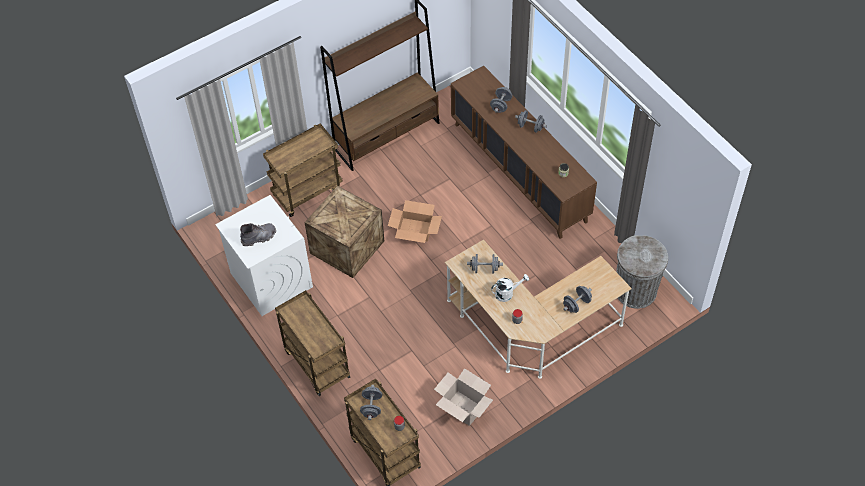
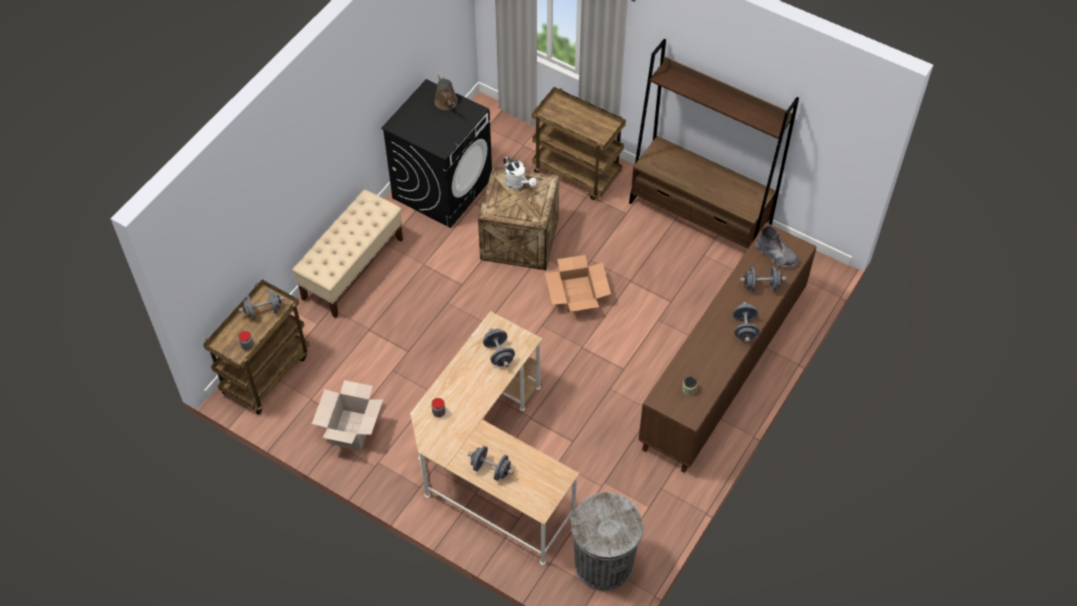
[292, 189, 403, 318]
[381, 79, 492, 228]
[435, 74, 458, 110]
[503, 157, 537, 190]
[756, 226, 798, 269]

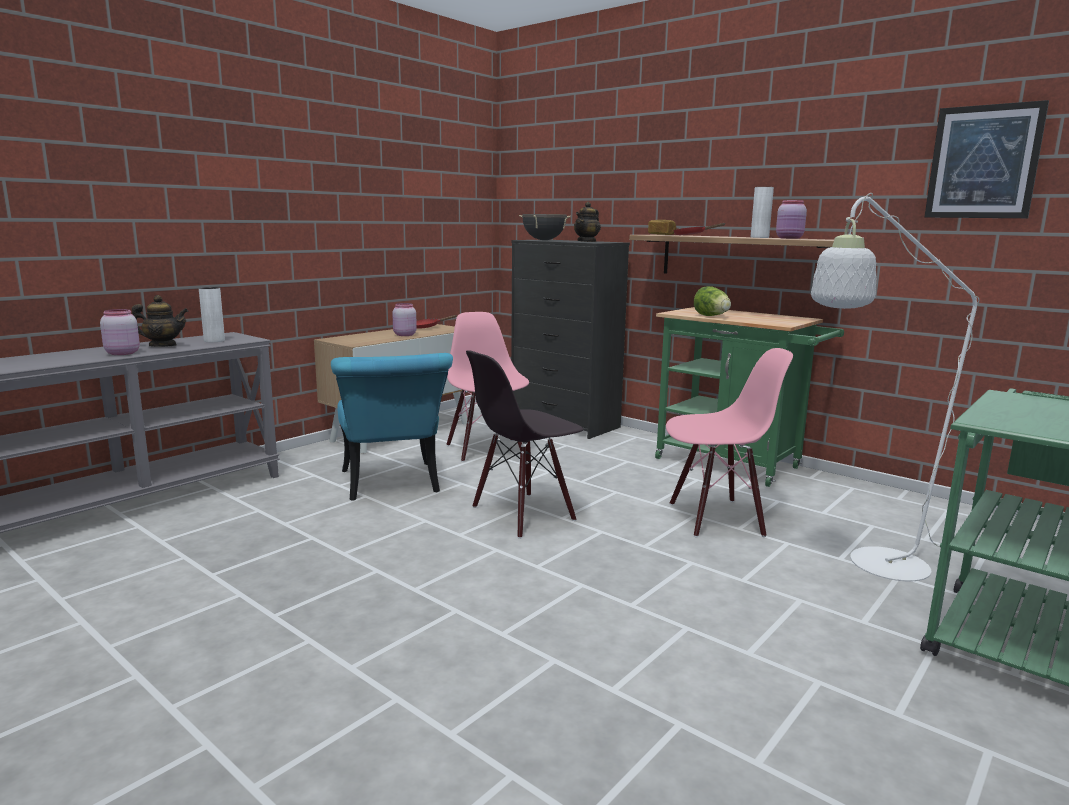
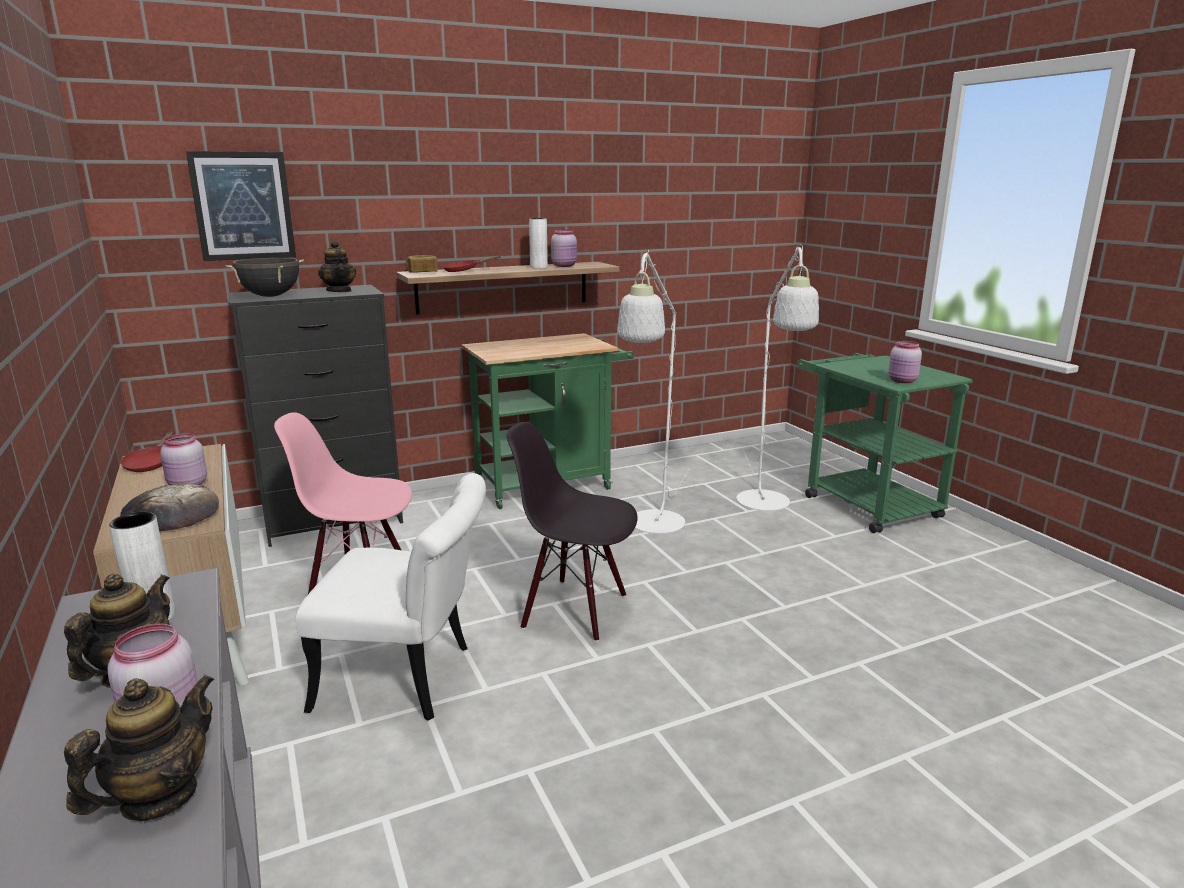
[64, 674, 215, 821]
[120, 484, 219, 531]
[186, 151, 296, 261]
[296, 473, 486, 721]
[507, 422, 638, 642]
[617, 250, 690, 534]
[888, 341, 922, 383]
[694, 286, 731, 316] (first image)

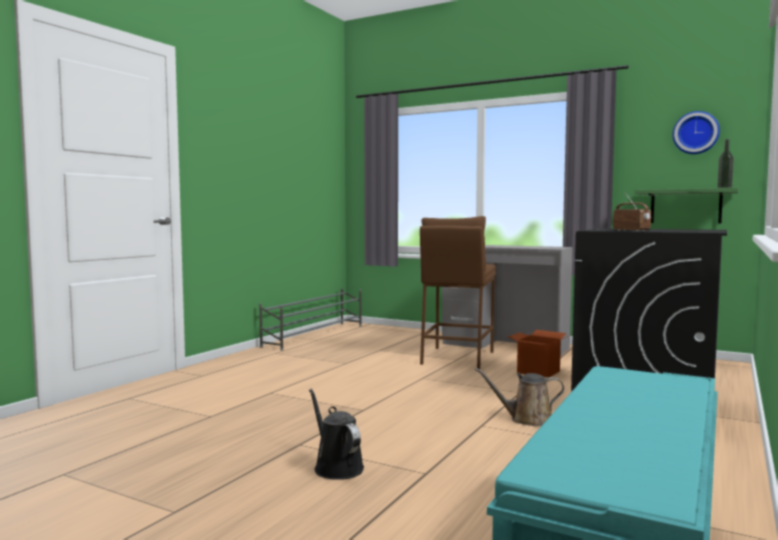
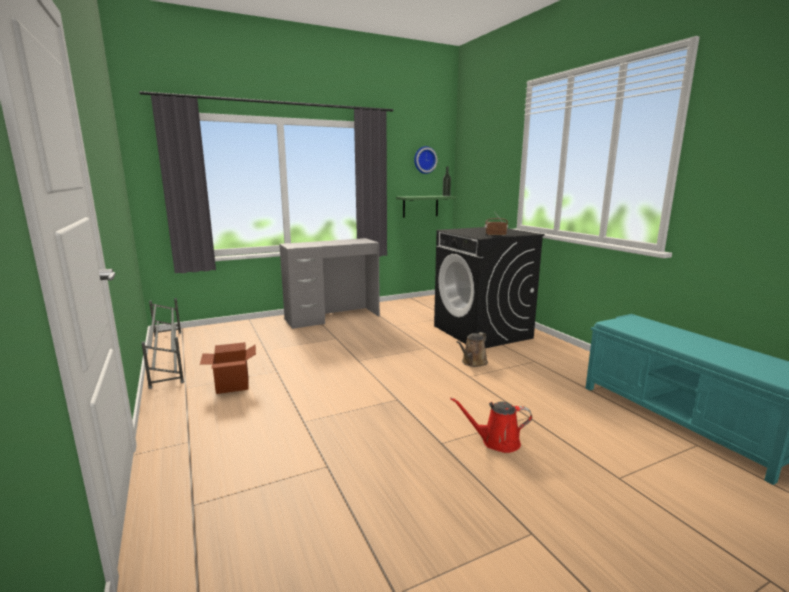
[200, 342, 256, 394]
[450, 398, 532, 453]
[420, 216, 496, 369] (first image)

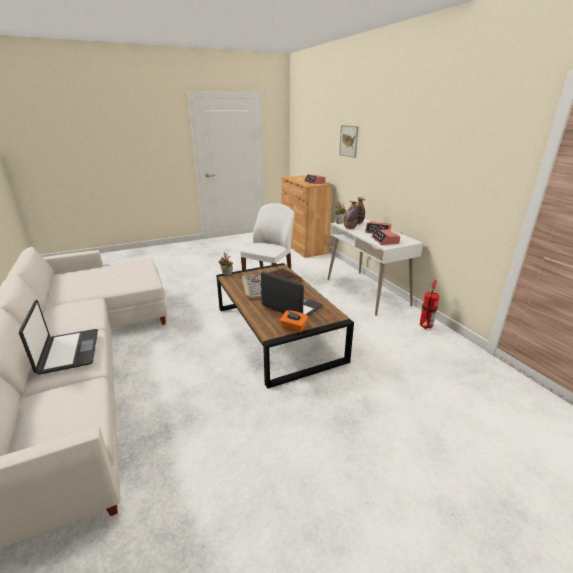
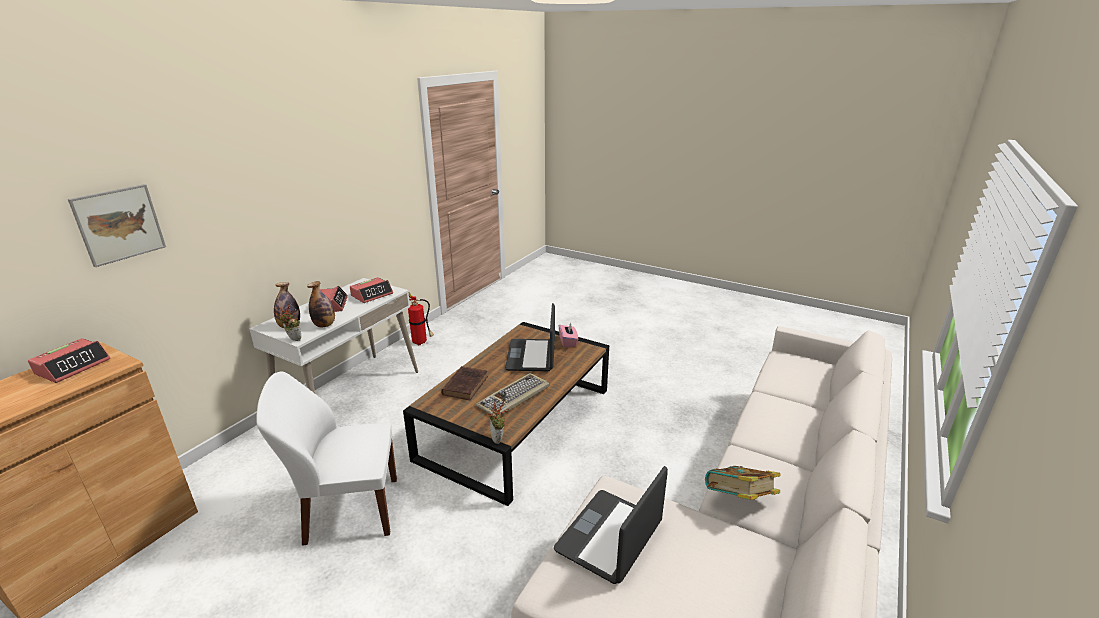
[554, 466, 668, 584]
[559, 322, 578, 347]
[705, 466, 780, 500]

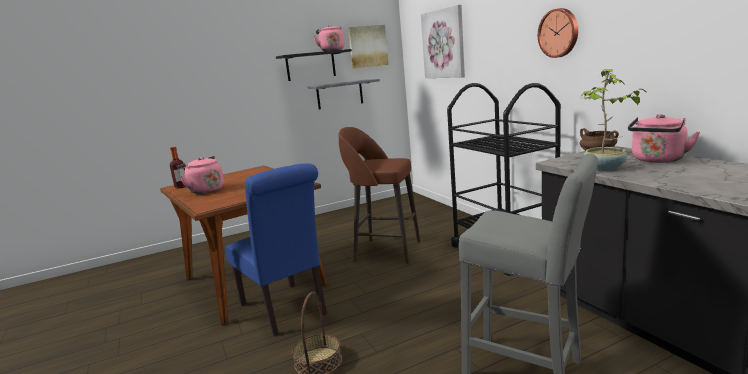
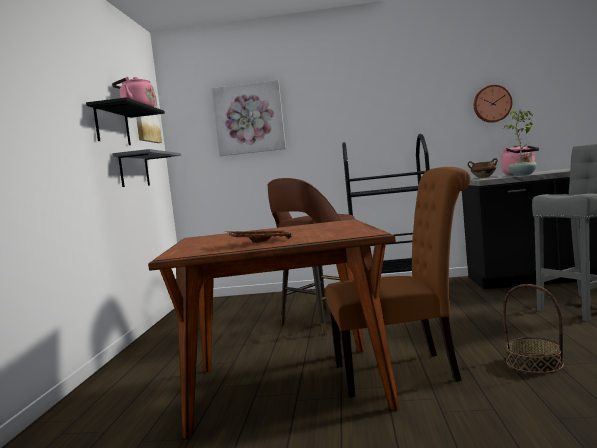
[225, 230, 296, 243]
[325, 167, 471, 397]
[474, 85, 512, 123]
[170, 147, 186, 189] (first image)

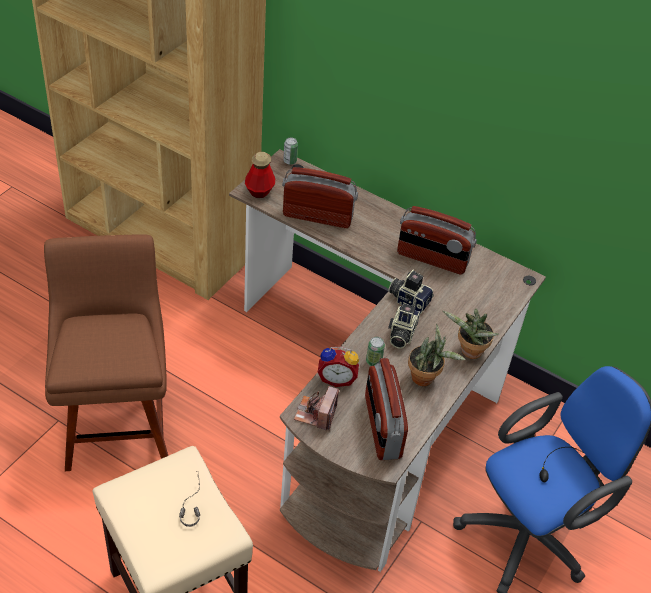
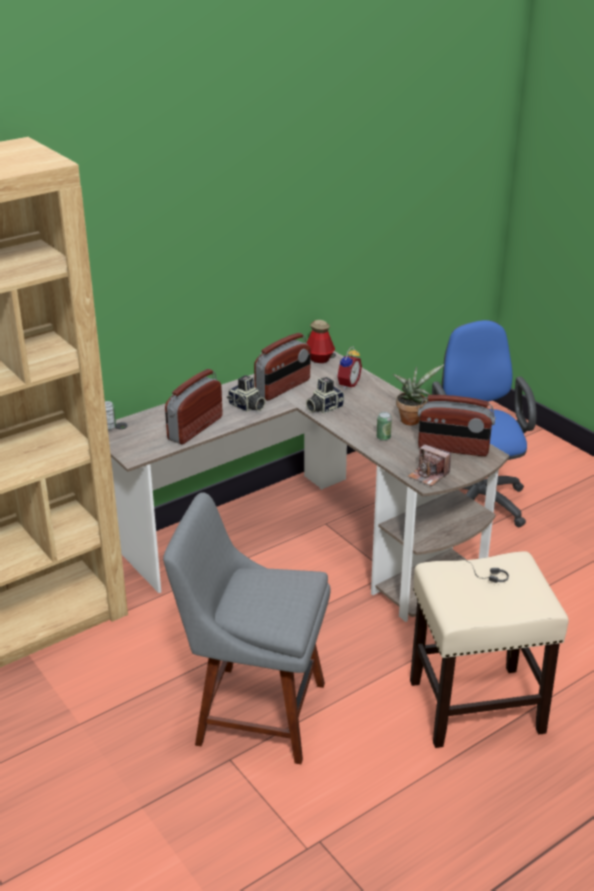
[163, 492, 331, 764]
[227, 375, 266, 412]
[307, 320, 335, 363]
[337, 346, 362, 390]
[443, 308, 499, 359] (first image)

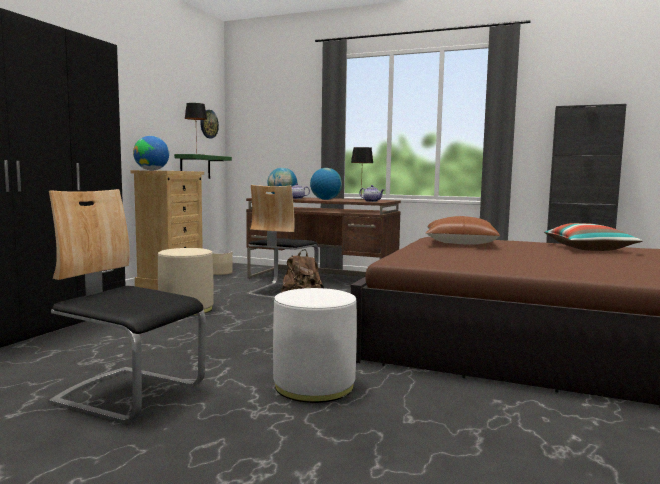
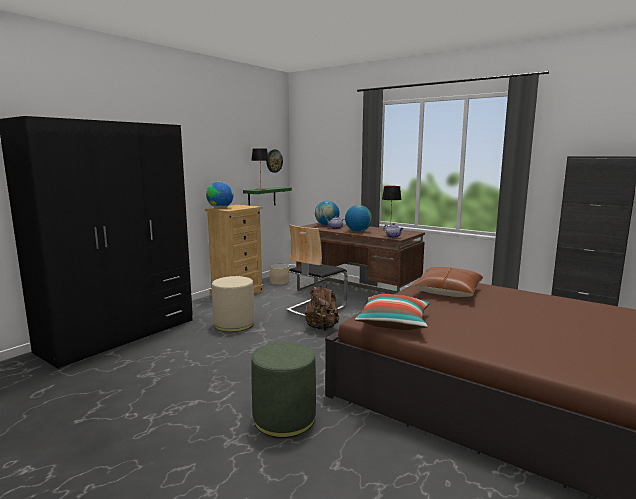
[251, 342, 316, 438]
[355, 294, 430, 330]
[49, 189, 206, 423] (first image)

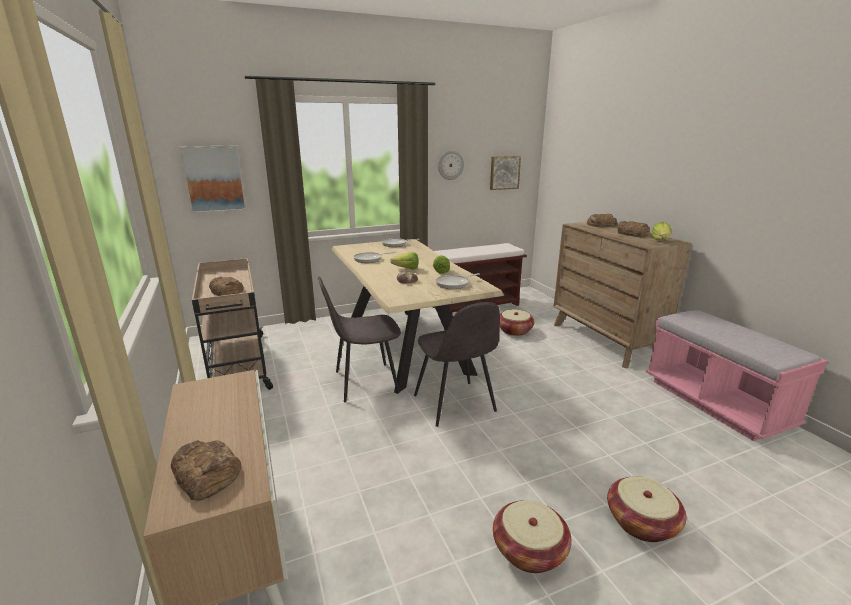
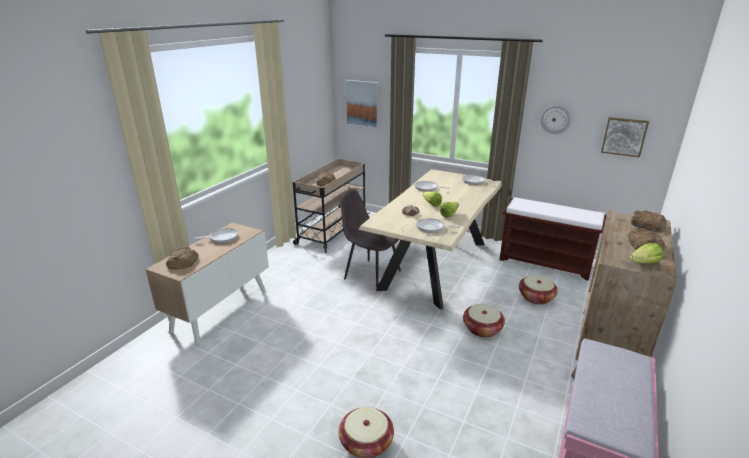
[193, 228, 238, 243]
[463, 304, 505, 338]
[414, 302, 500, 427] (first image)

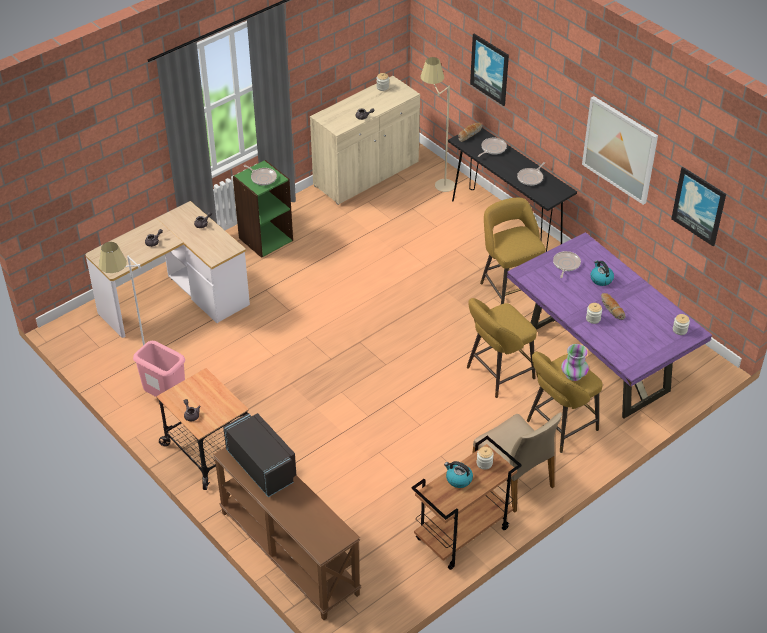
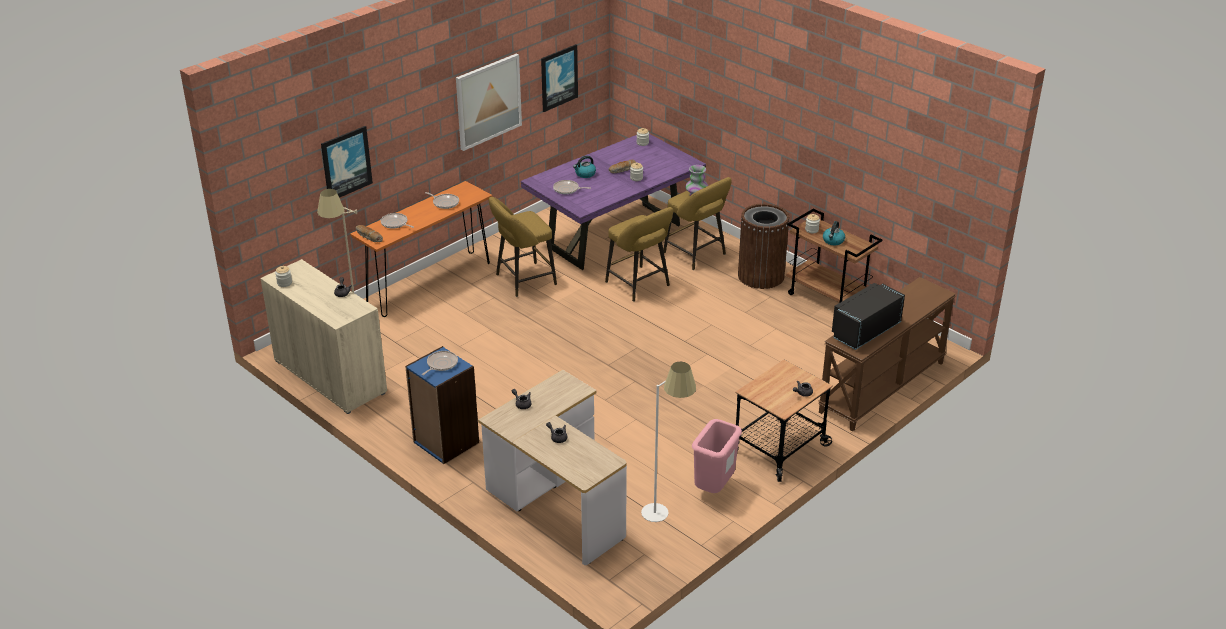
[350, 181, 492, 317]
[405, 346, 479, 464]
[738, 203, 790, 289]

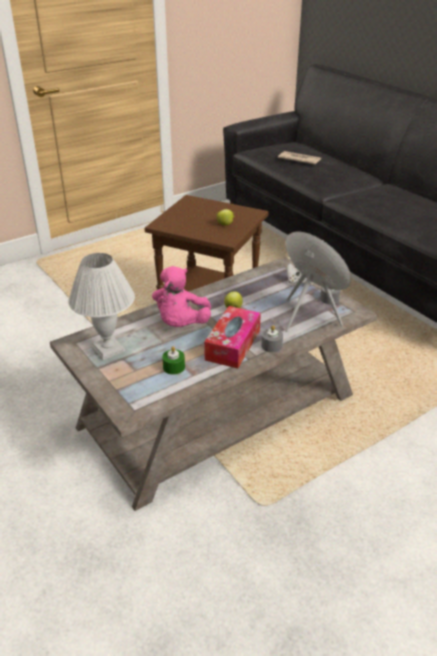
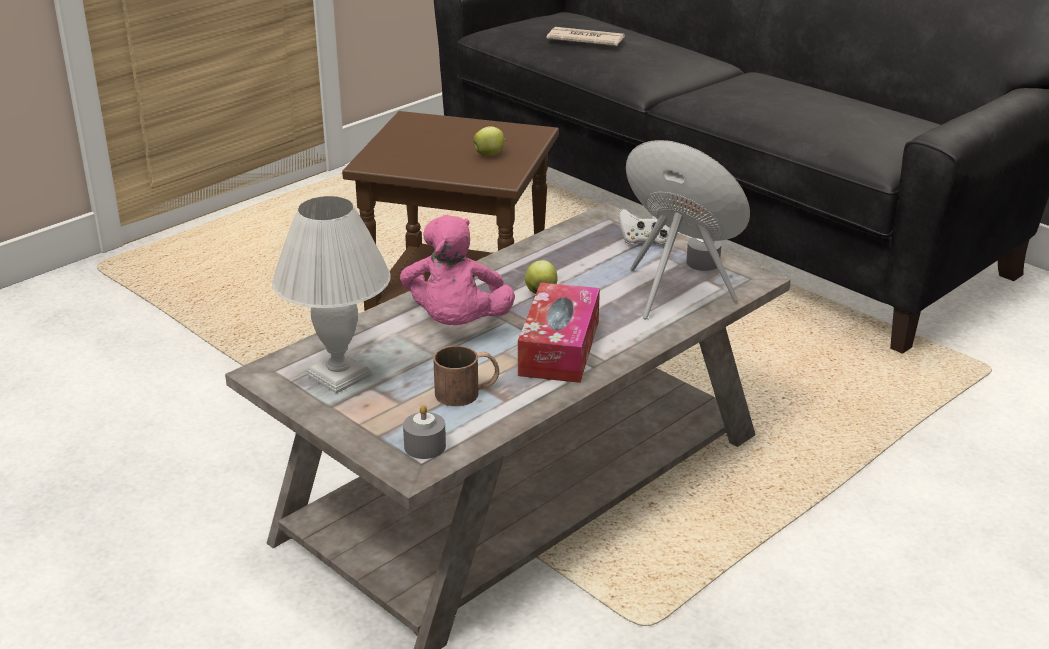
[403, 405, 446, 459]
[433, 346, 499, 406]

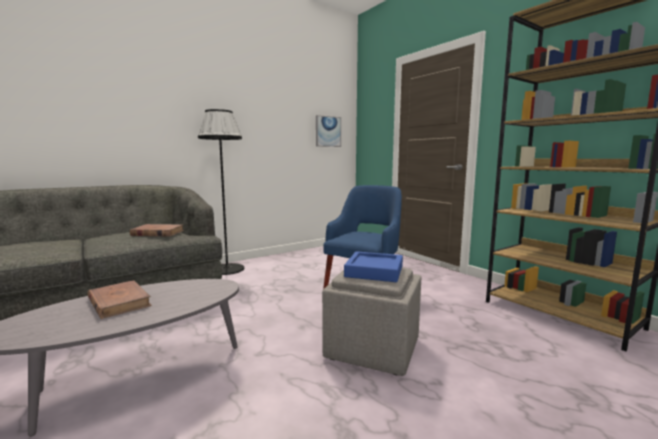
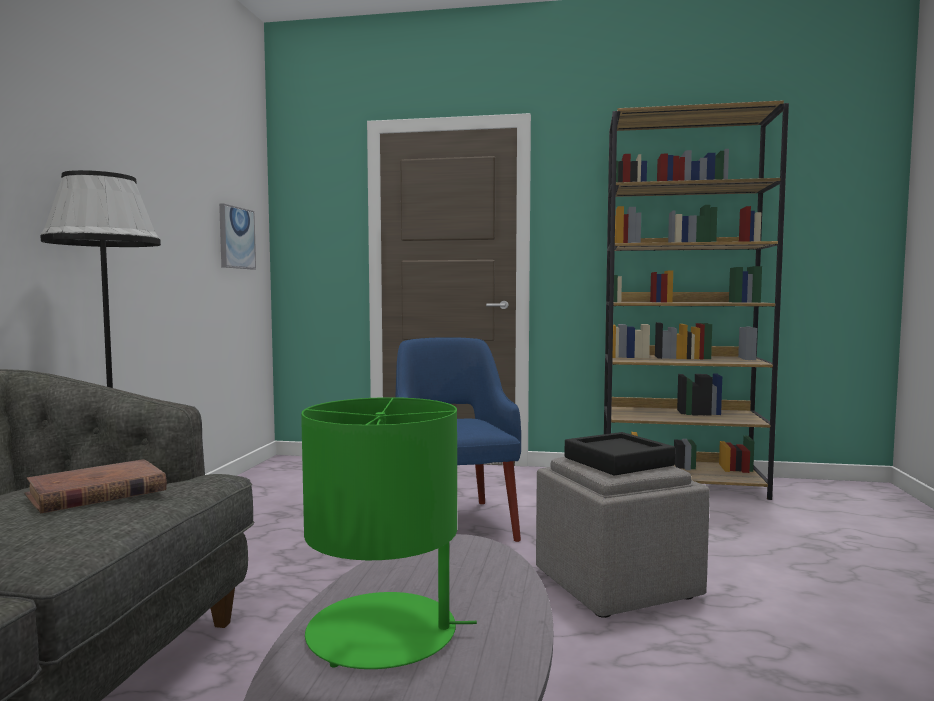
[301, 397, 477, 669]
[565, 432, 675, 476]

